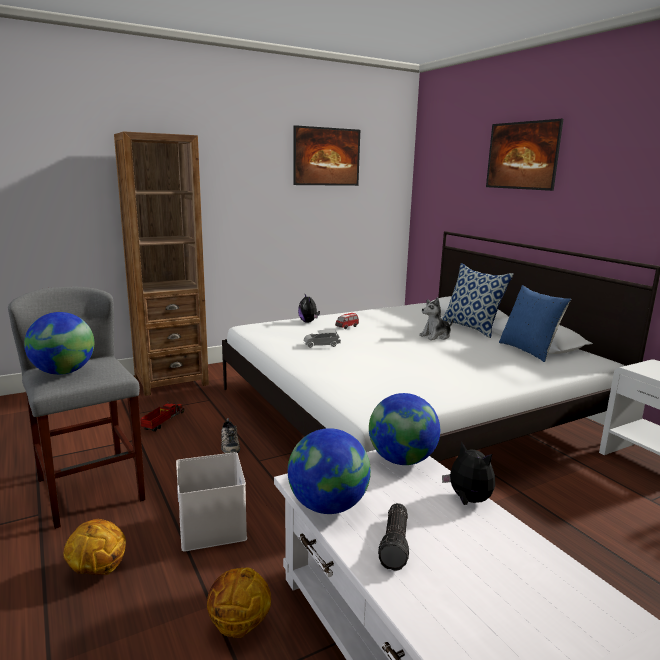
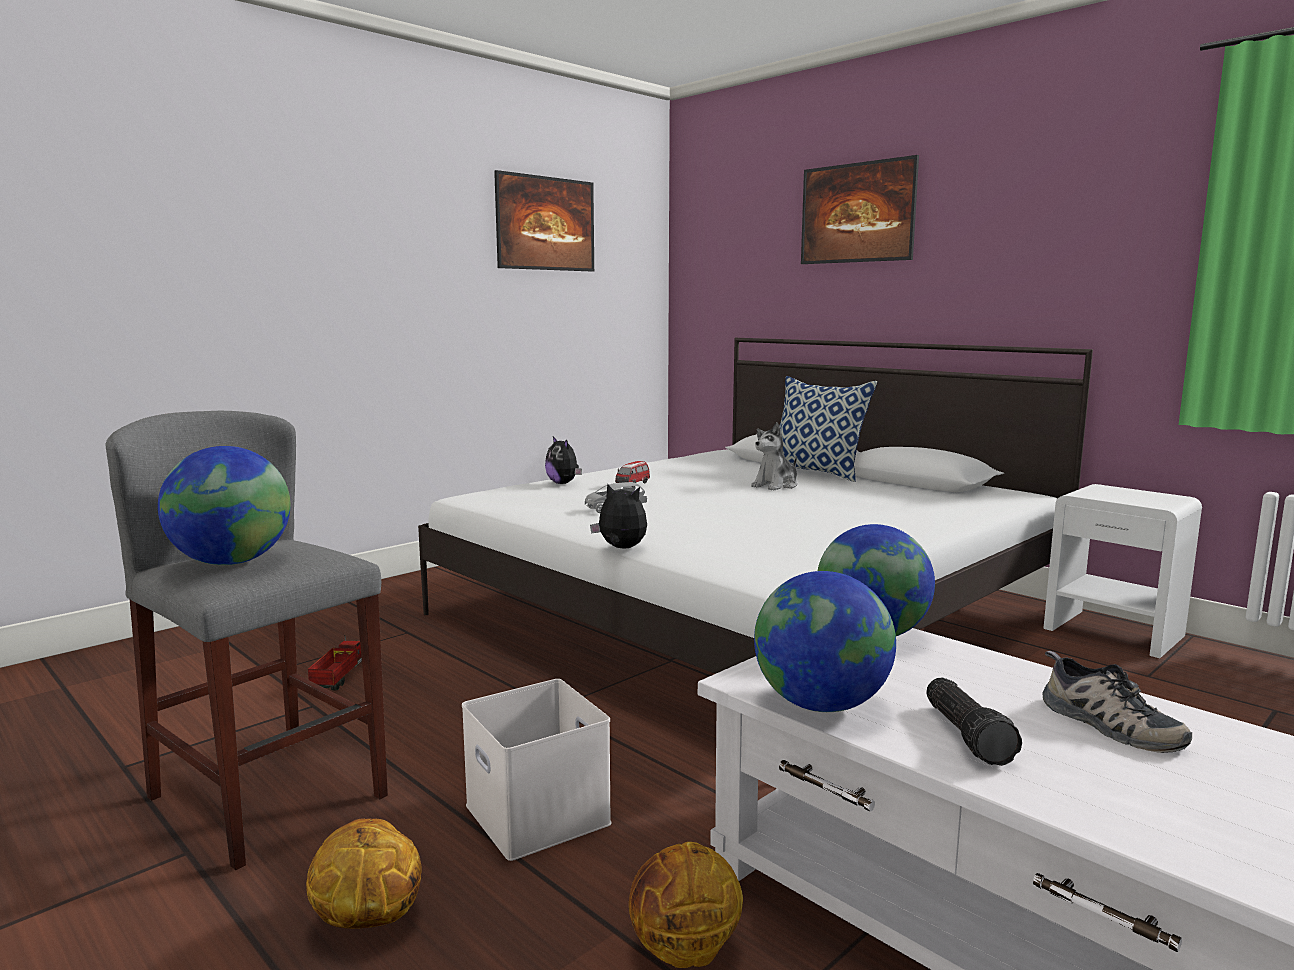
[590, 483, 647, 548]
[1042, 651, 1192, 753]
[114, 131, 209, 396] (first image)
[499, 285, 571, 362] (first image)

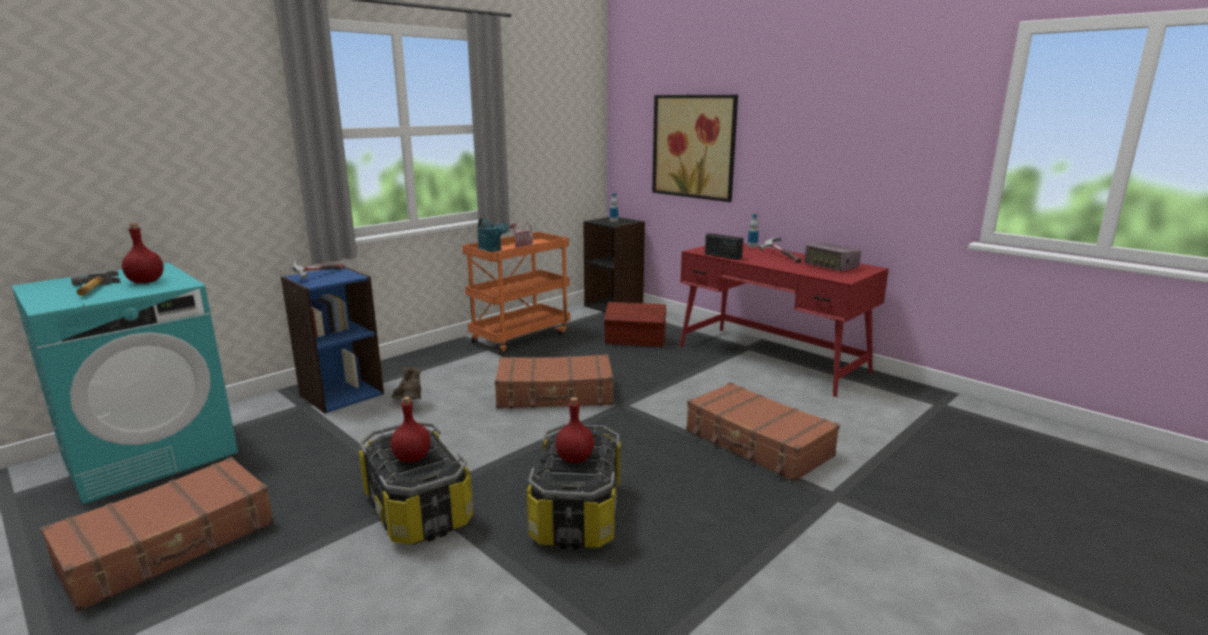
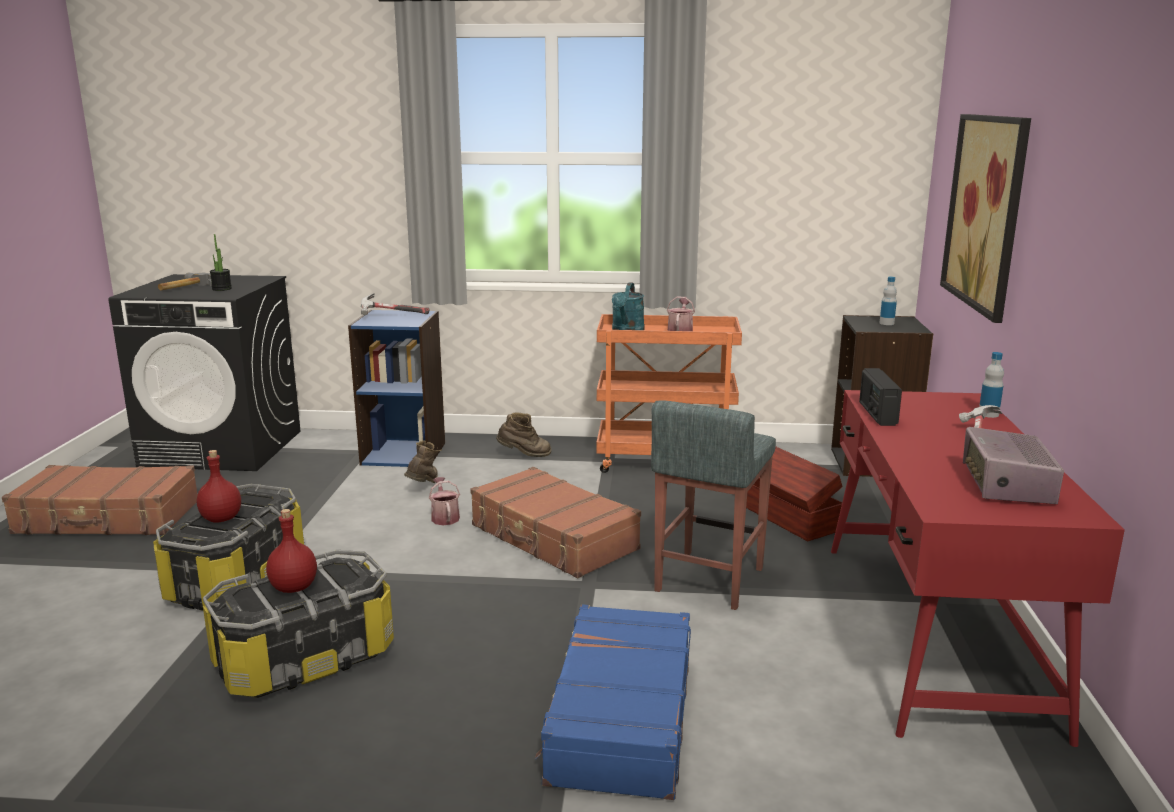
[108, 274, 301, 471]
[210, 234, 232, 291]
[429, 477, 460, 525]
[496, 412, 552, 457]
[535, 604, 691, 800]
[651, 400, 776, 610]

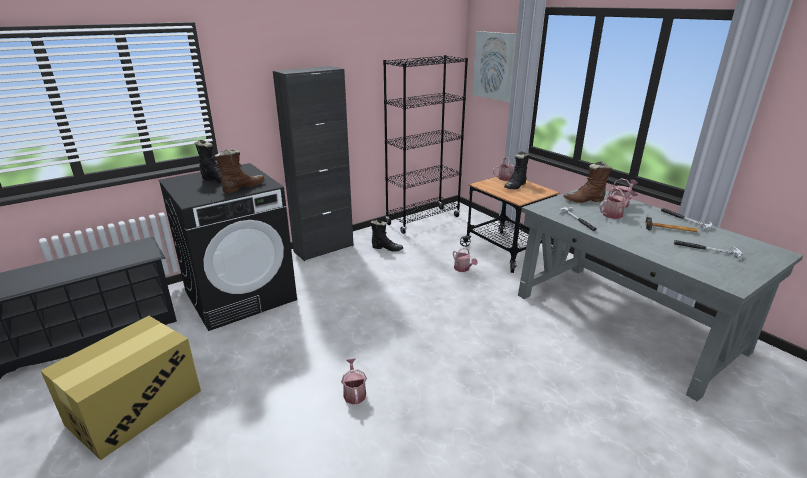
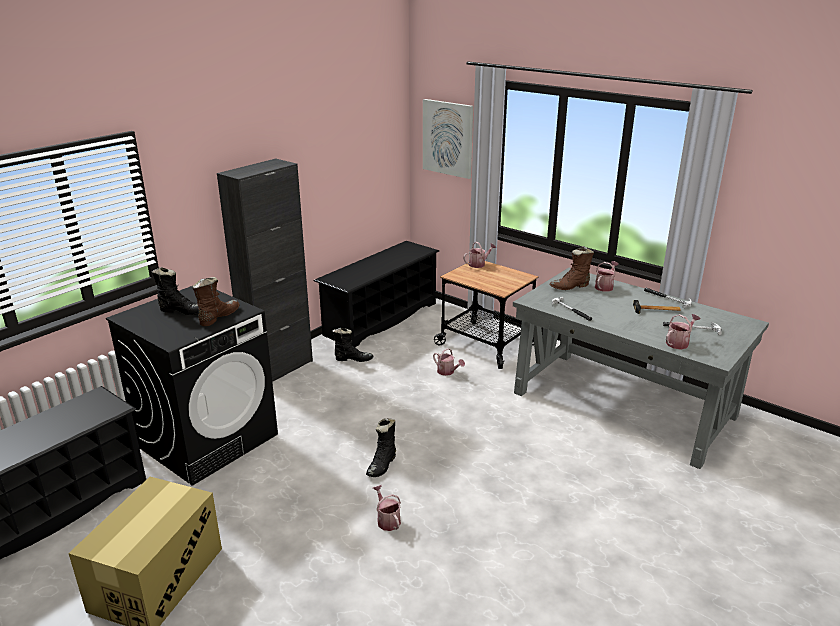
[313, 241, 439, 347]
[366, 418, 396, 477]
[666, 314, 701, 349]

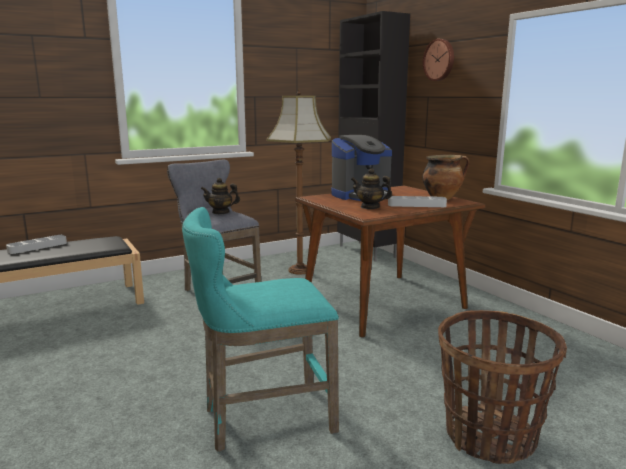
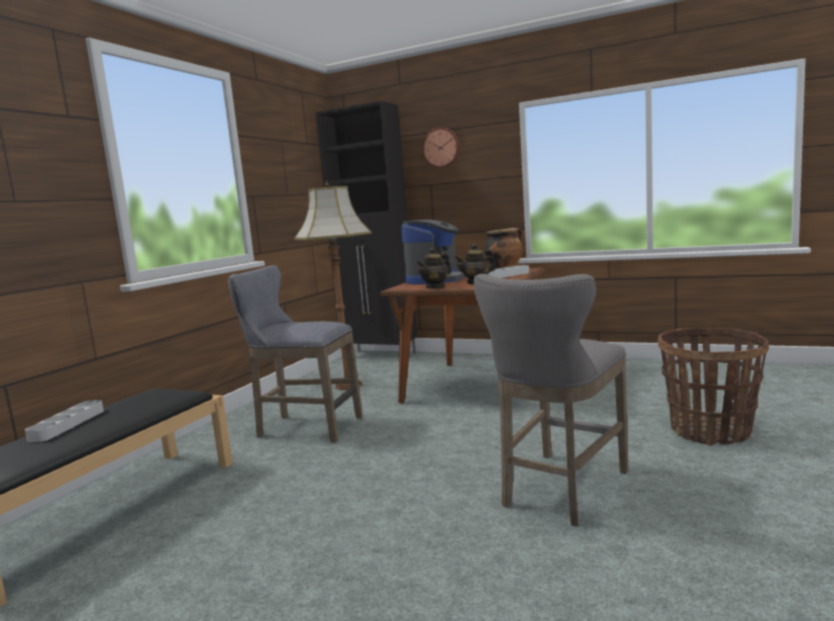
[416, 247, 451, 289]
[474, 274, 628, 526]

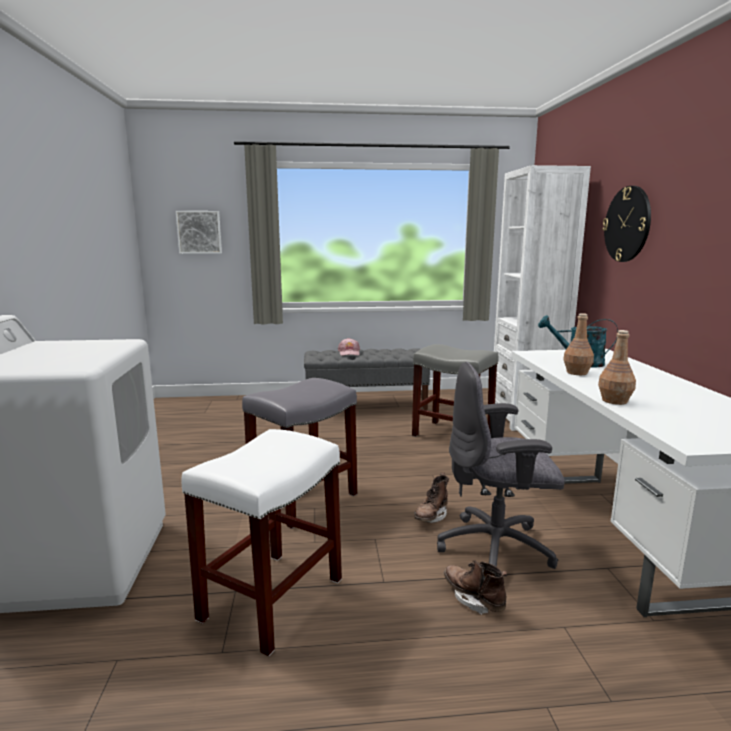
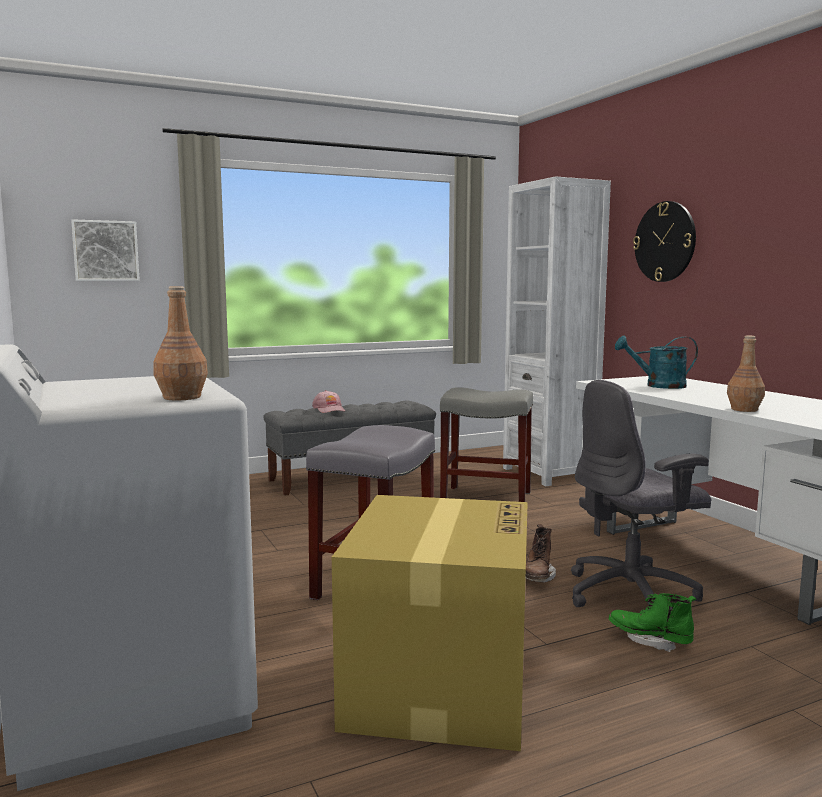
[154, 286, 208, 400]
[332, 495, 528, 751]
[609, 593, 696, 652]

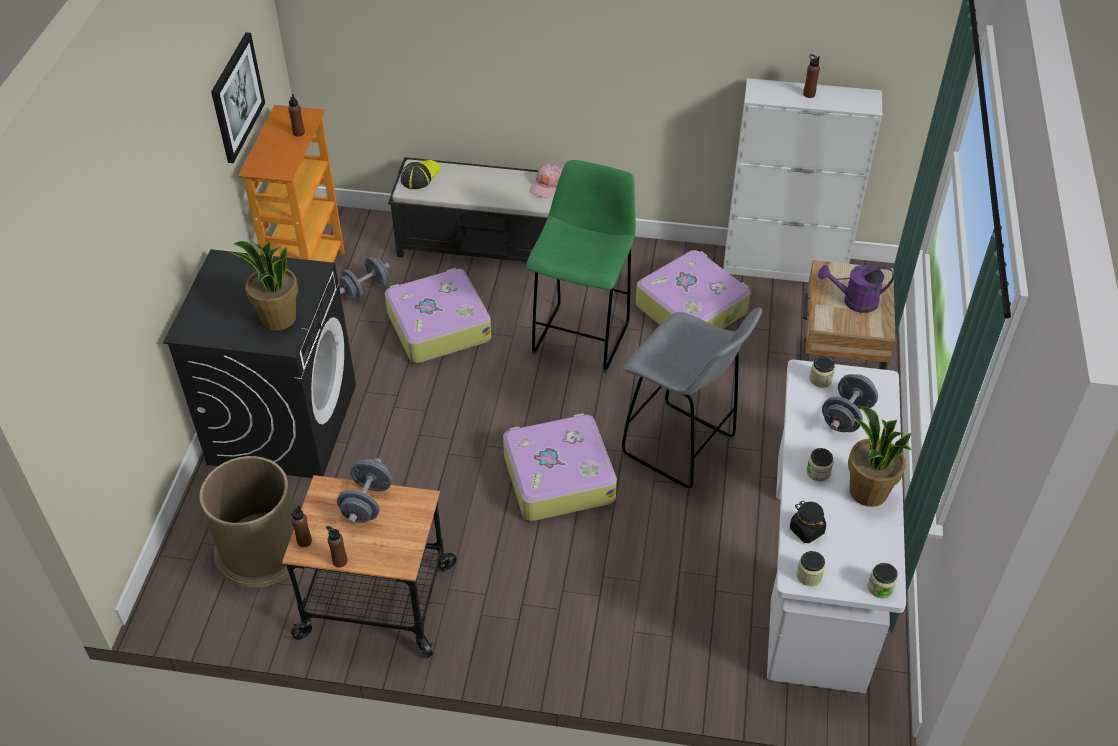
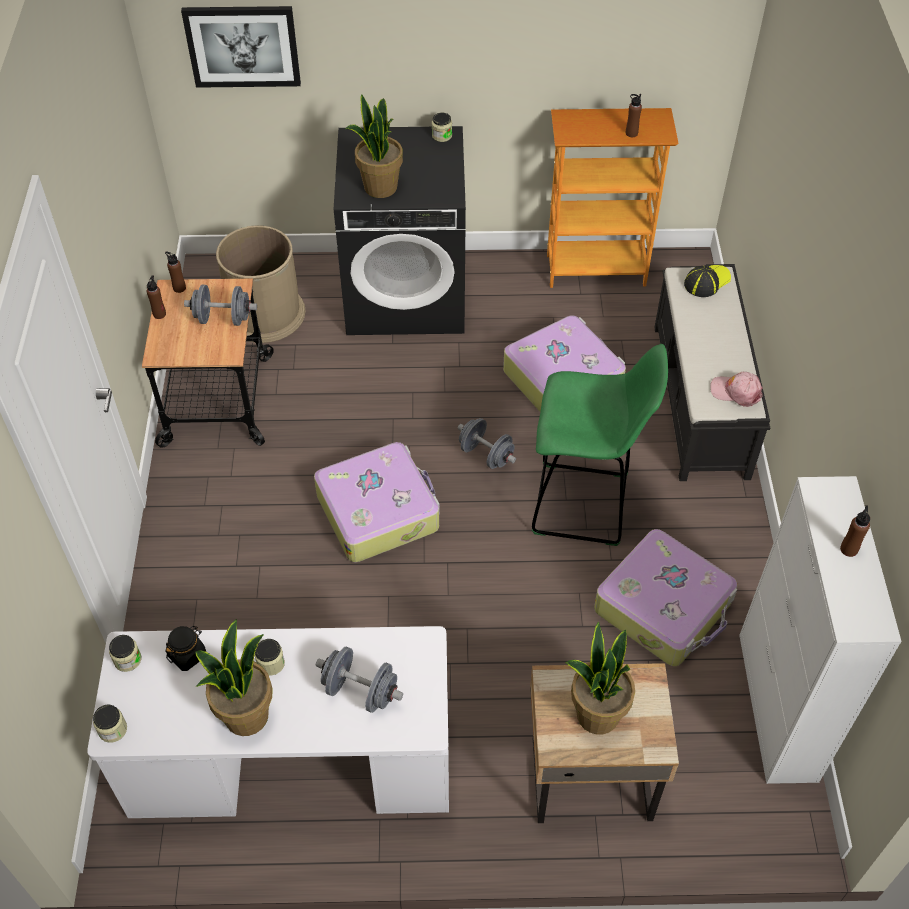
[181, 6, 301, 88]
[432, 113, 452, 142]
[458, 418, 516, 469]
[565, 622, 635, 734]
[684, 265, 731, 297]
[621, 308, 762, 491] (first image)

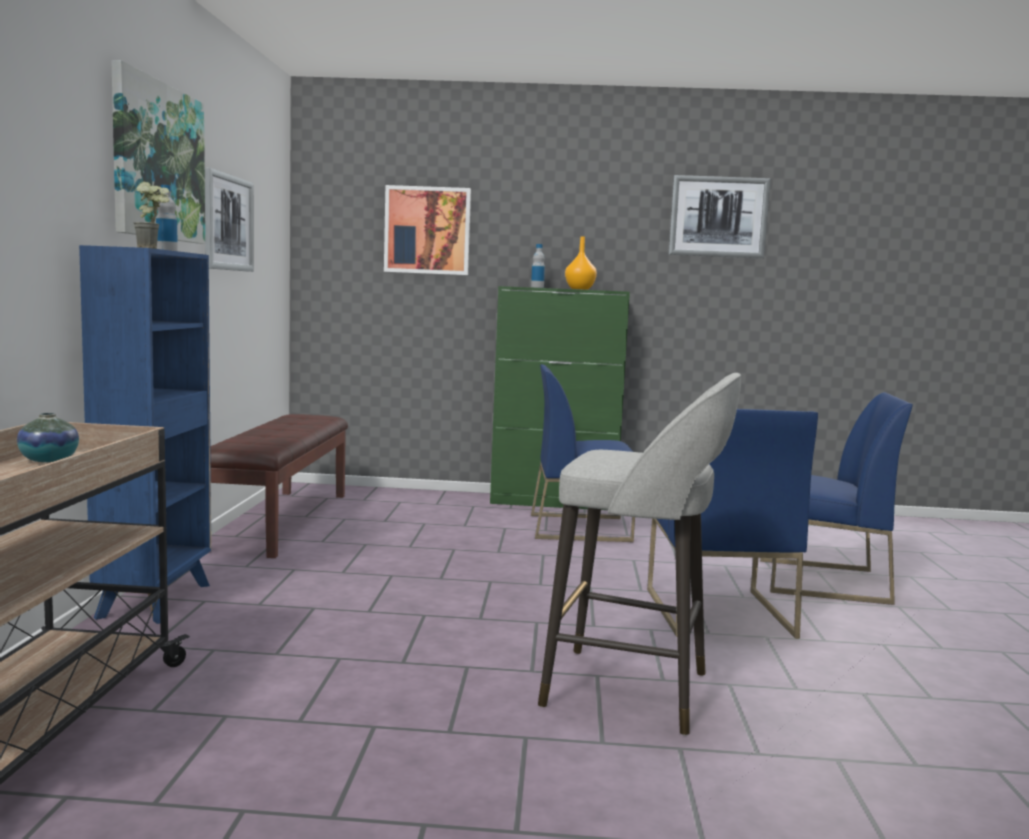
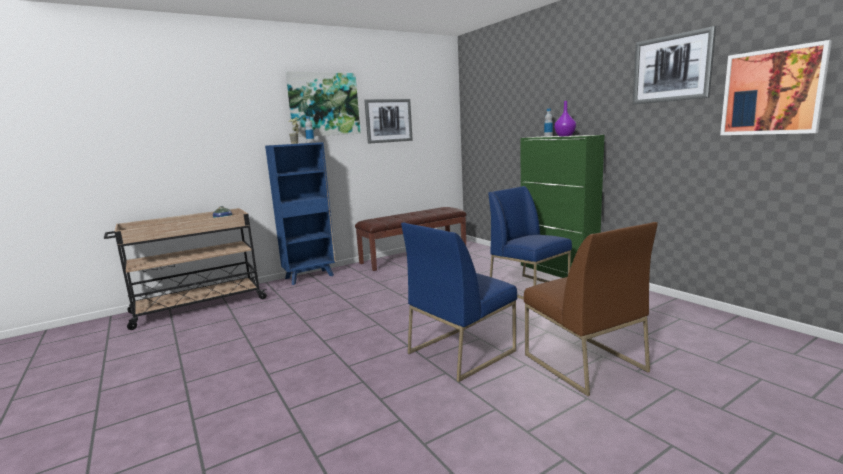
[524, 222, 658, 396]
[554, 101, 576, 136]
[720, 40, 832, 135]
[538, 373, 741, 736] (first image)

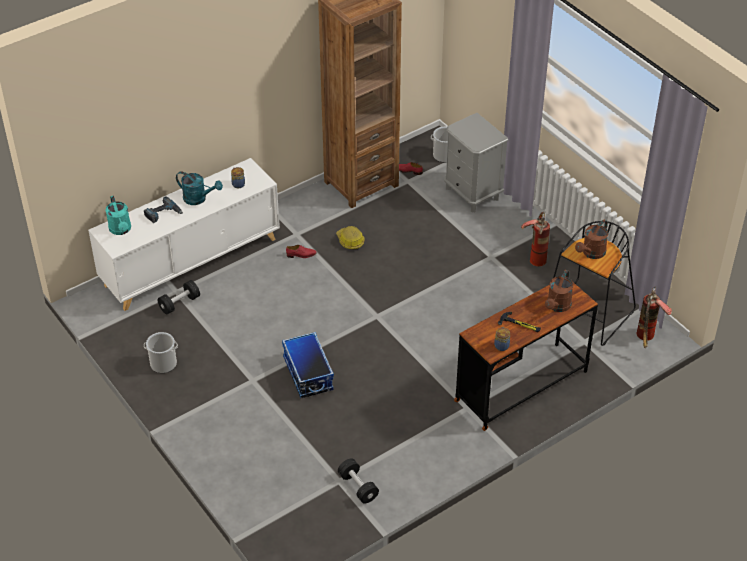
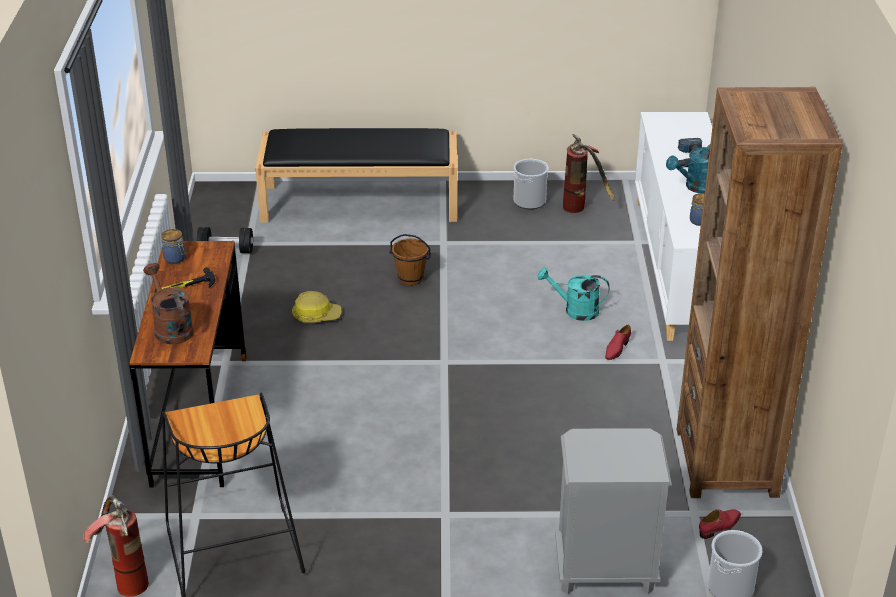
[255, 128, 457, 223]
[292, 291, 342, 323]
[390, 234, 431, 285]
[537, 267, 610, 321]
[563, 134, 615, 213]
[158, 280, 200, 314] (first image)
[575, 220, 608, 259] (first image)

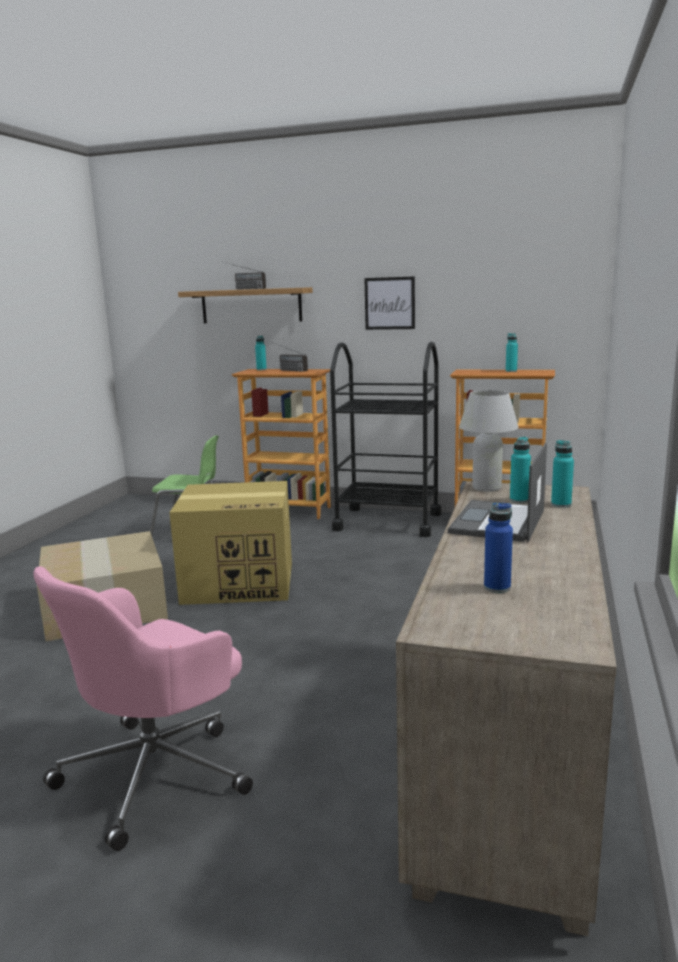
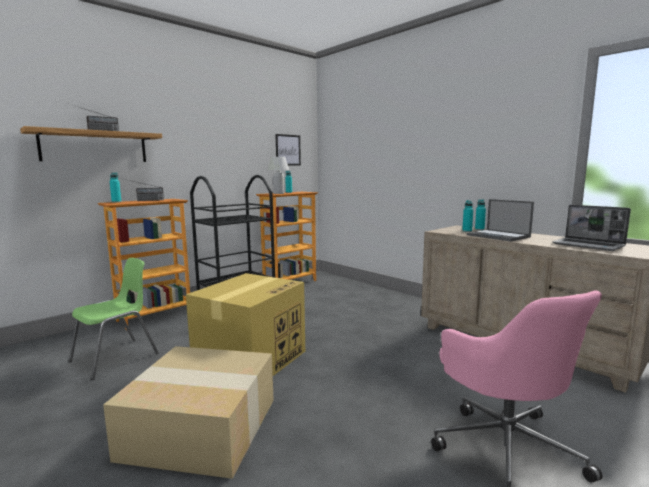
[268, 157, 289, 194]
[275, 134, 301, 166]
[552, 205, 631, 251]

